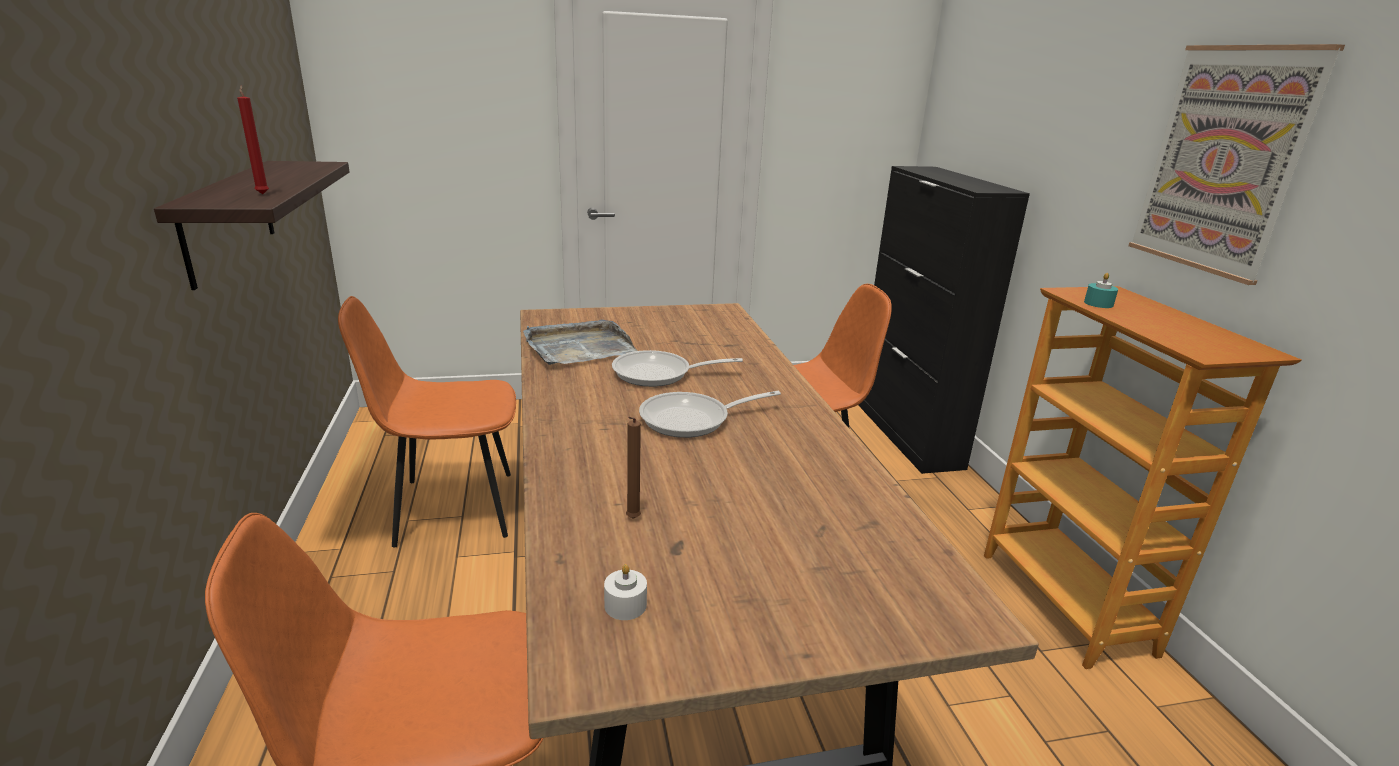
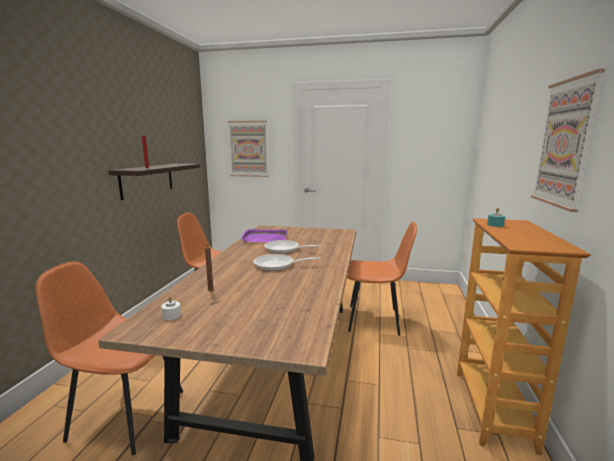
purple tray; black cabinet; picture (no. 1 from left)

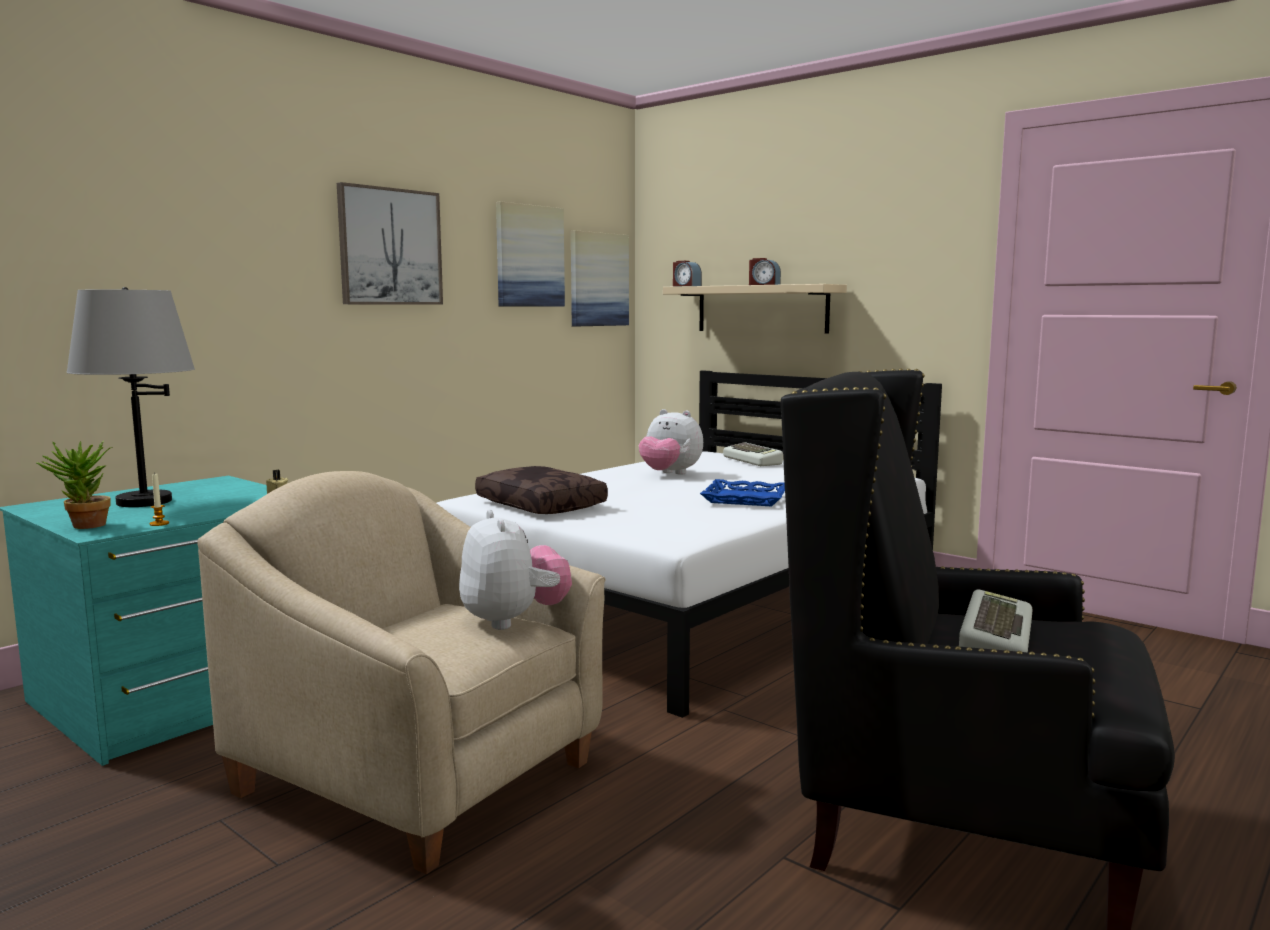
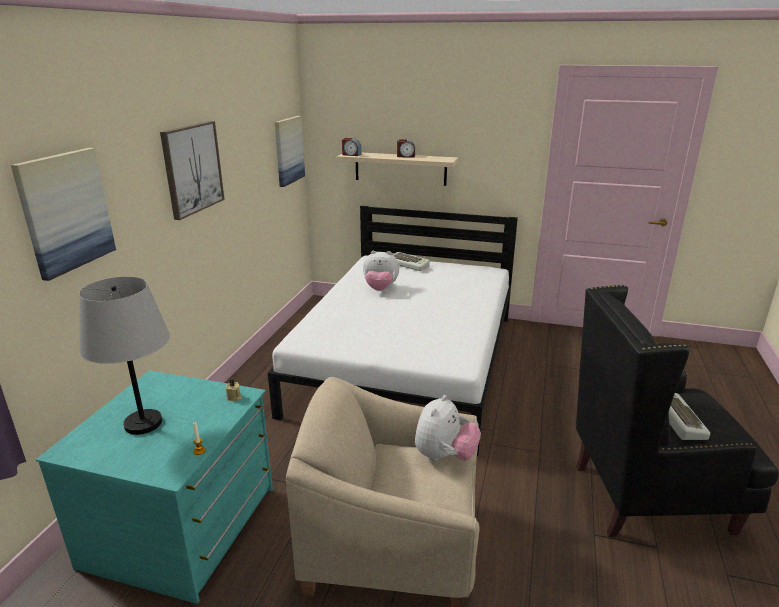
potted plant; plush toy (no. 2 from left); brown pillow; picture (no. 1 from left); blue tray

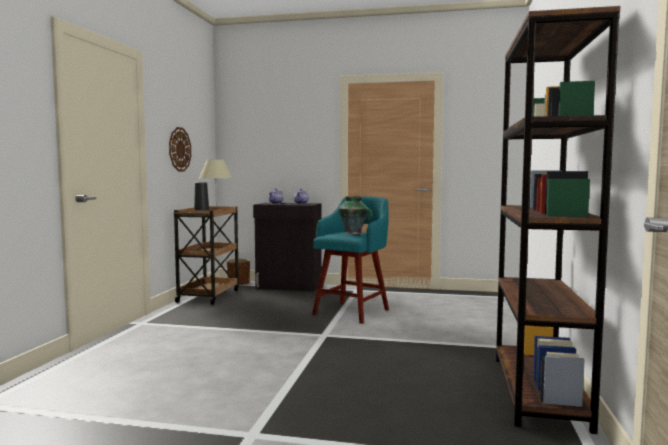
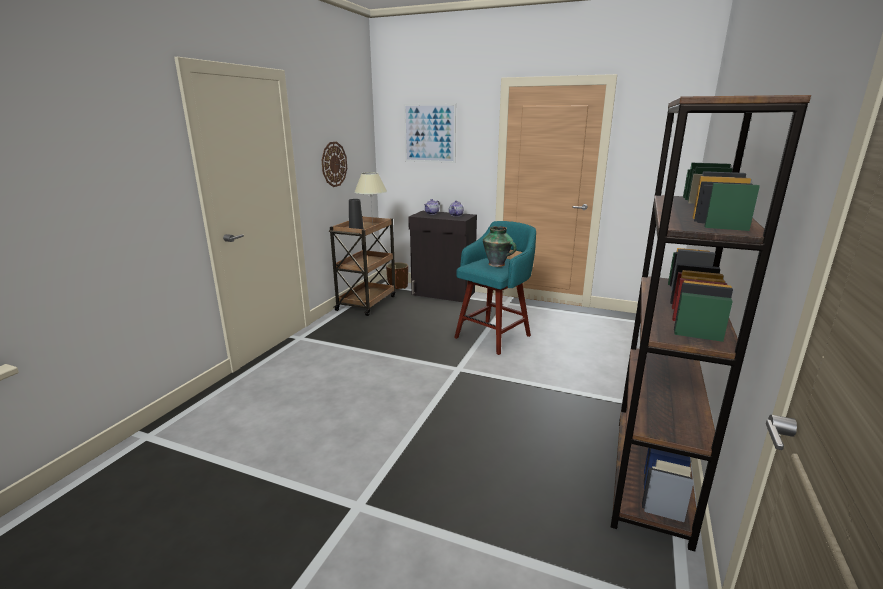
picture

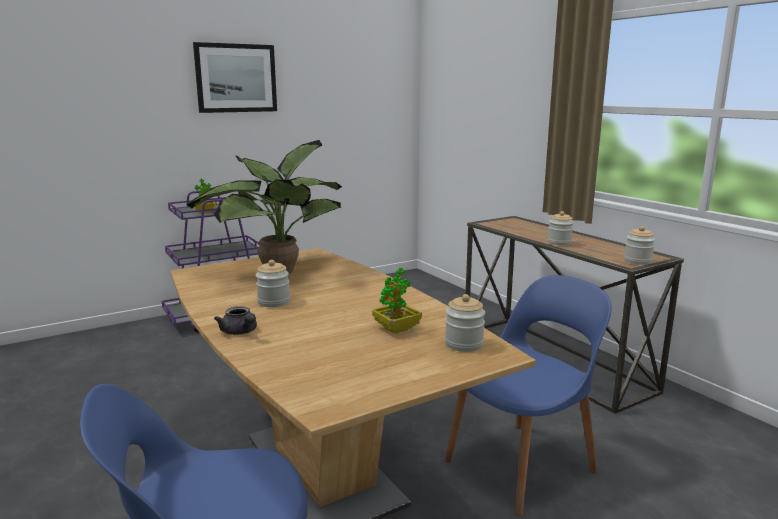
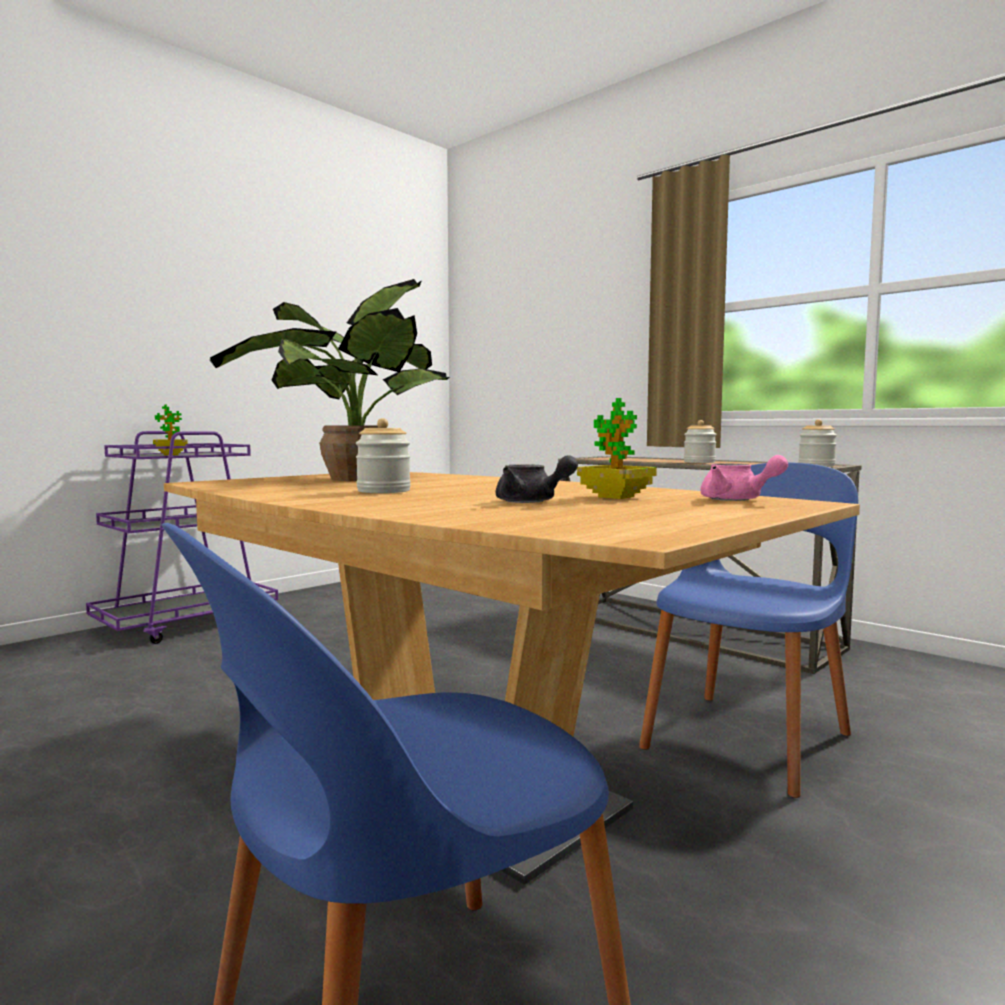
picture; grey teapot; pink teapot

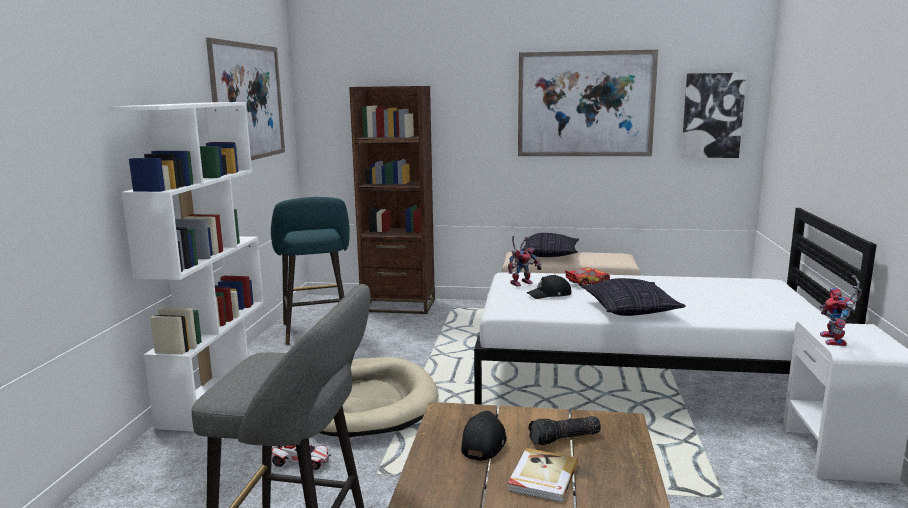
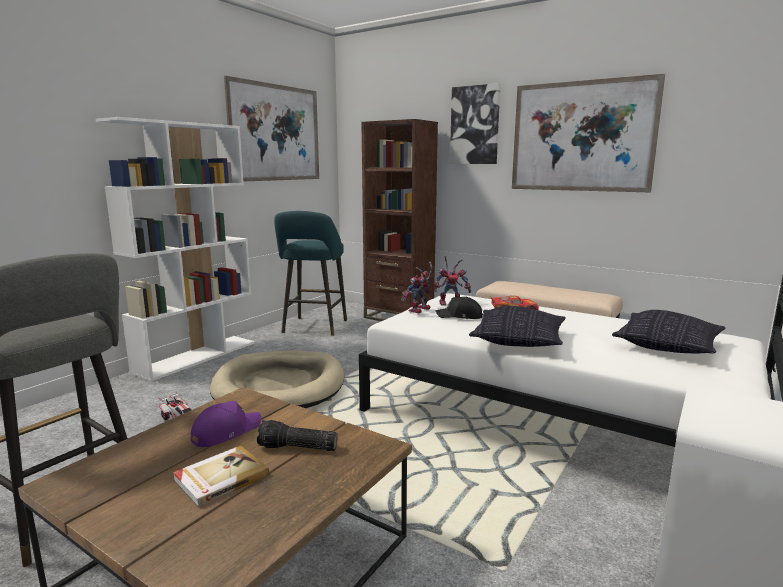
purple cap; pillow (no. 2 from left); picture (no. 2 from left); toy robot (no. 1 from left)

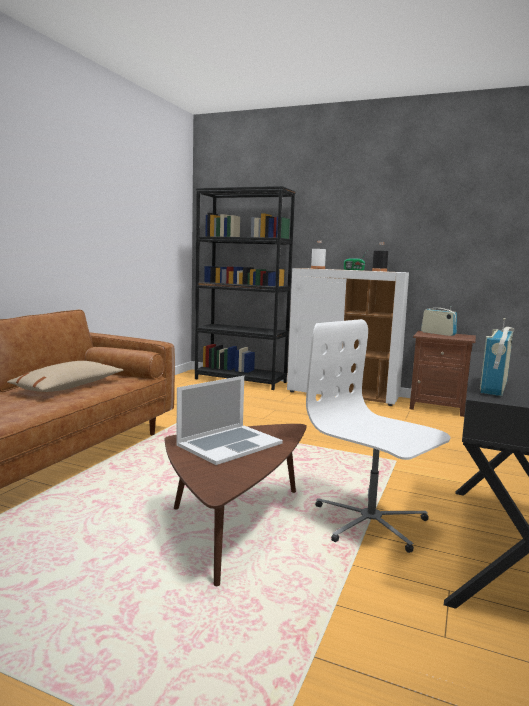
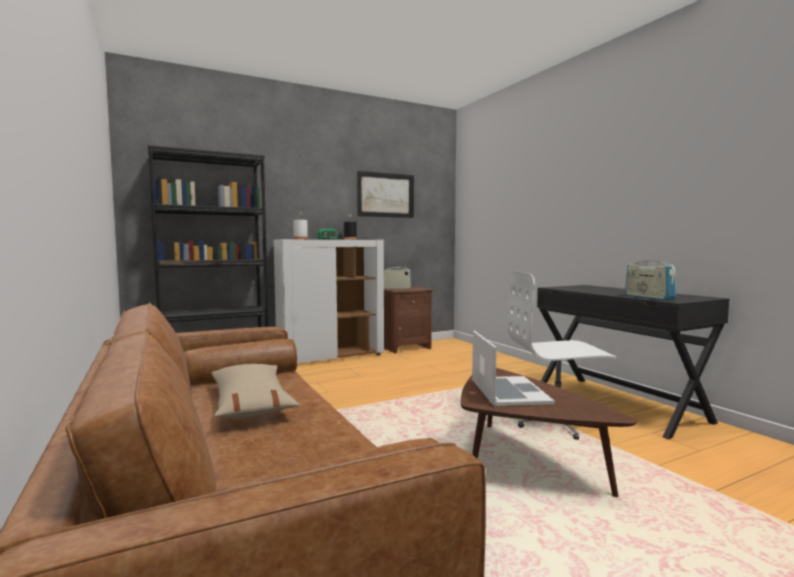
picture

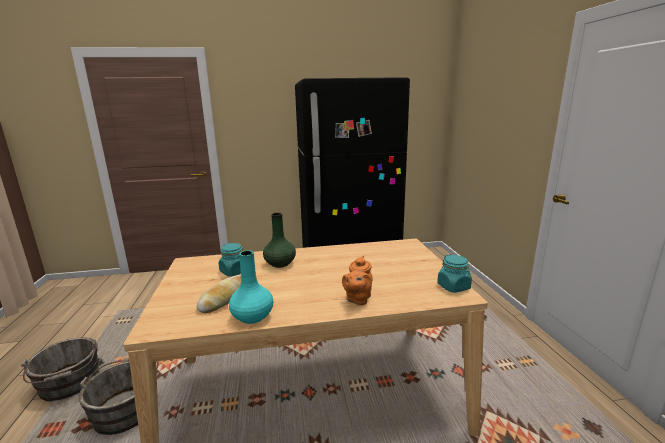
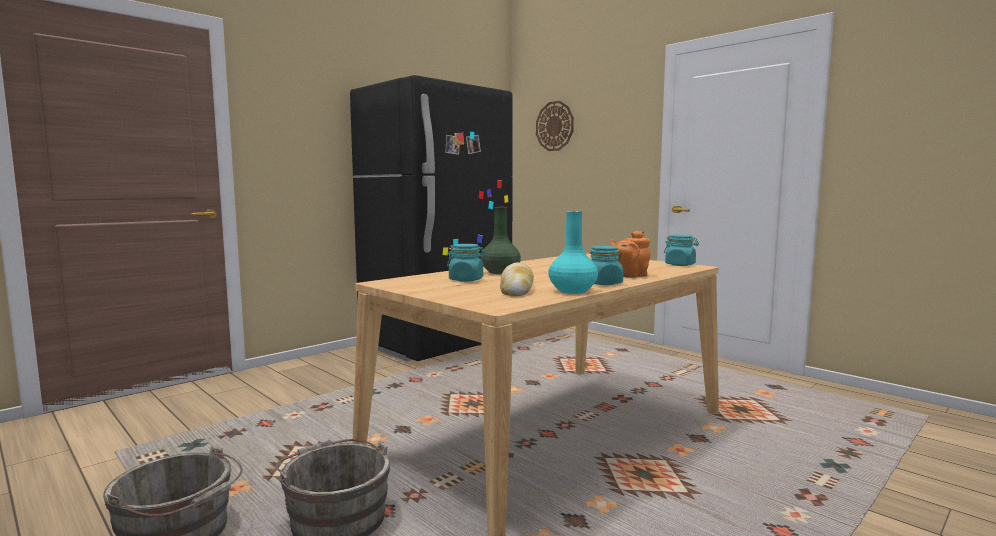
orange teapot; wall clock; turquoise jar (no. 2 from left)

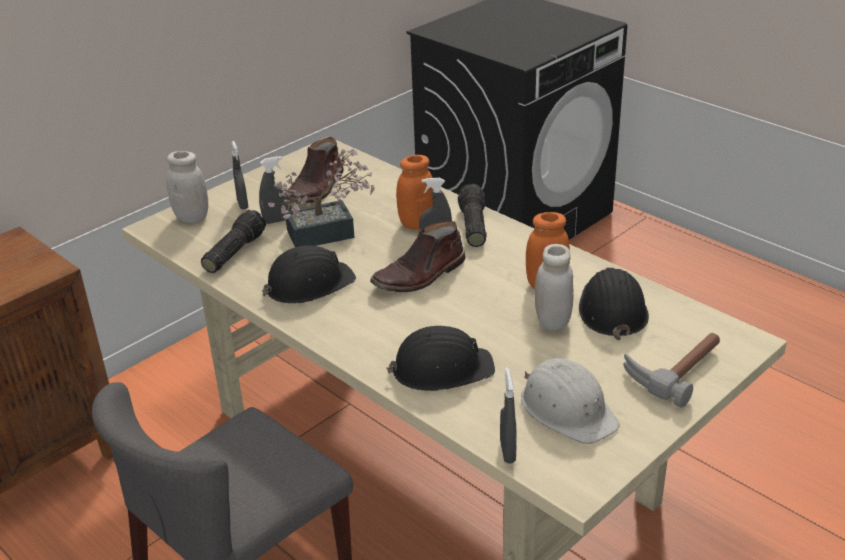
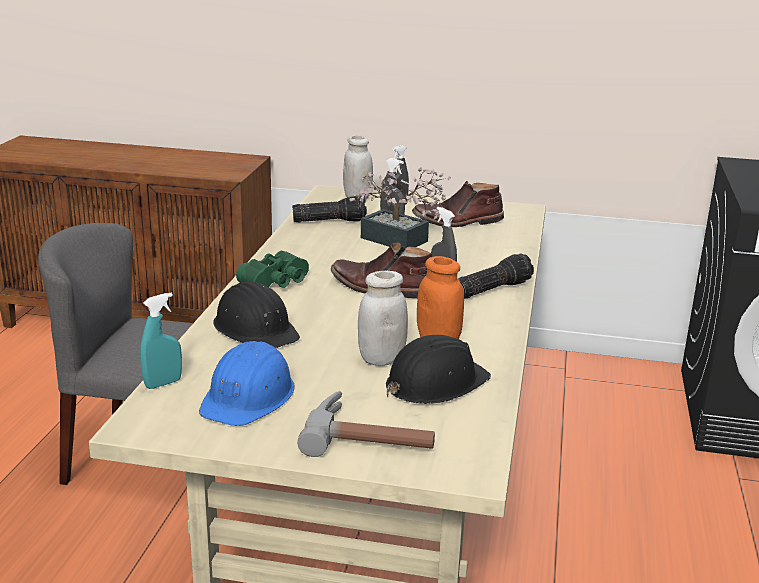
black hard hat (no. 1 from left in the first image); orange jar (no. 1 from left in the first image); turquoise spray bottle; blue hard hat; green binoculars

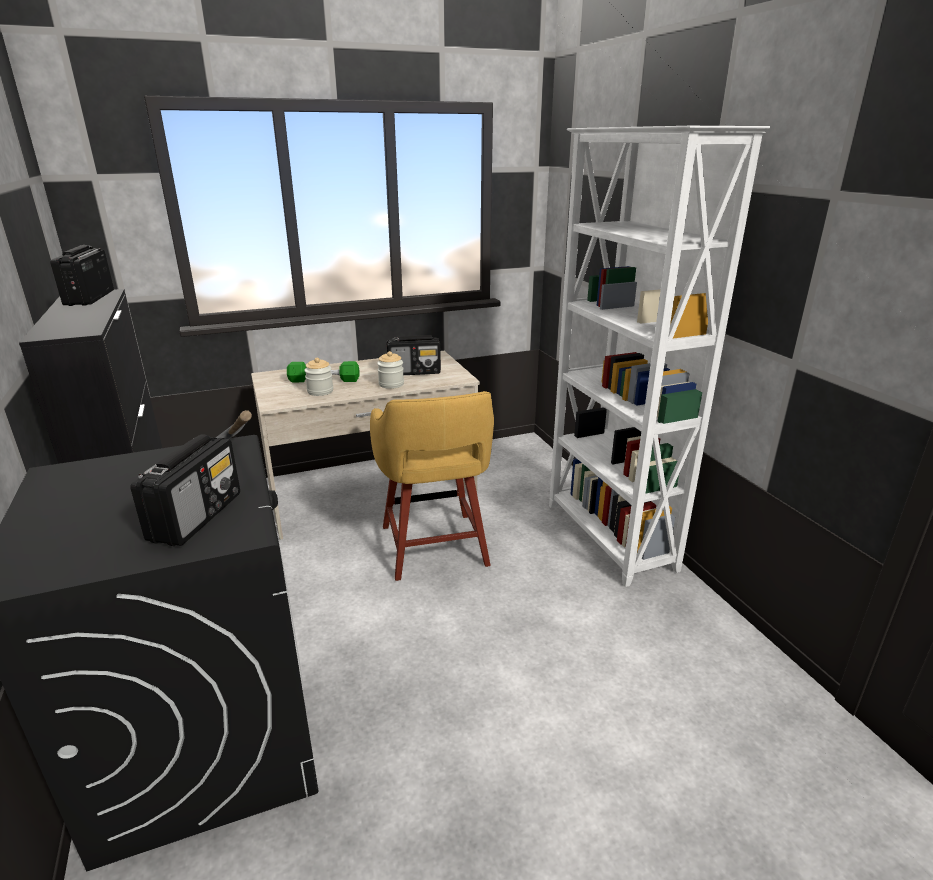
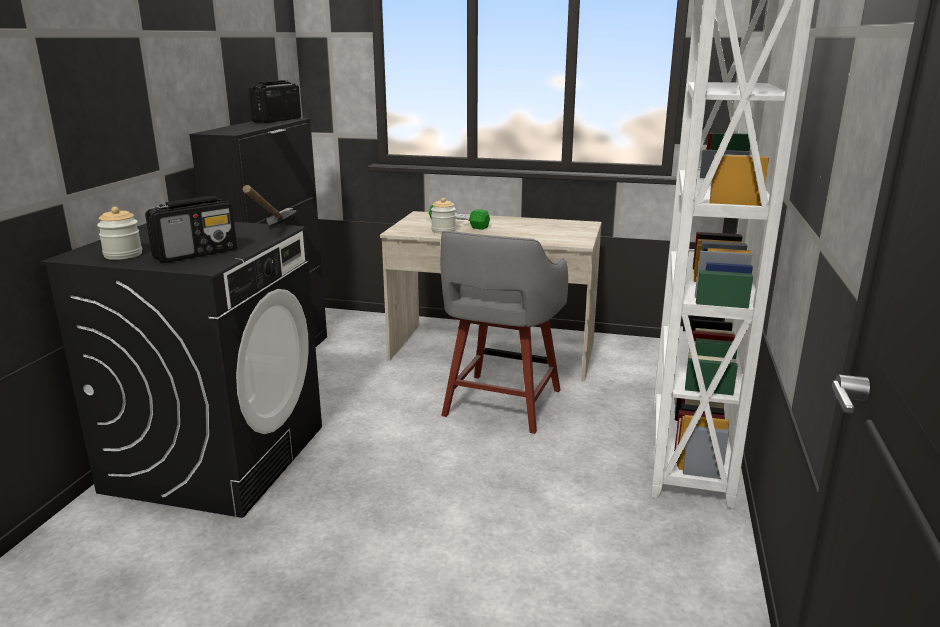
grey stool; jar (no. 1 from left); radio (no. 3 from left in the first image)

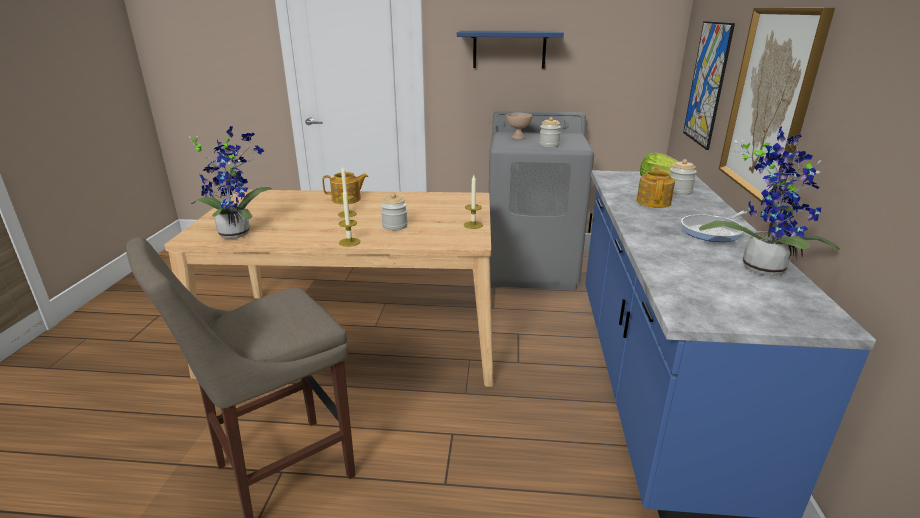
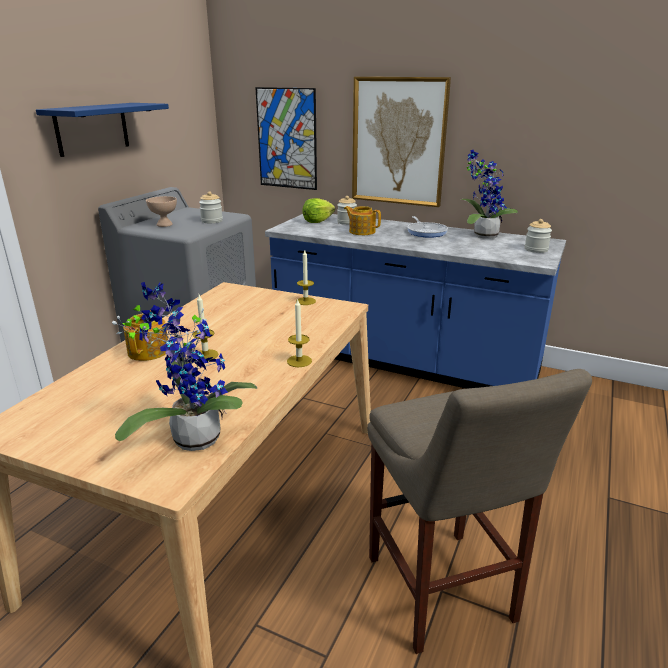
jar (no. 3 from left)

